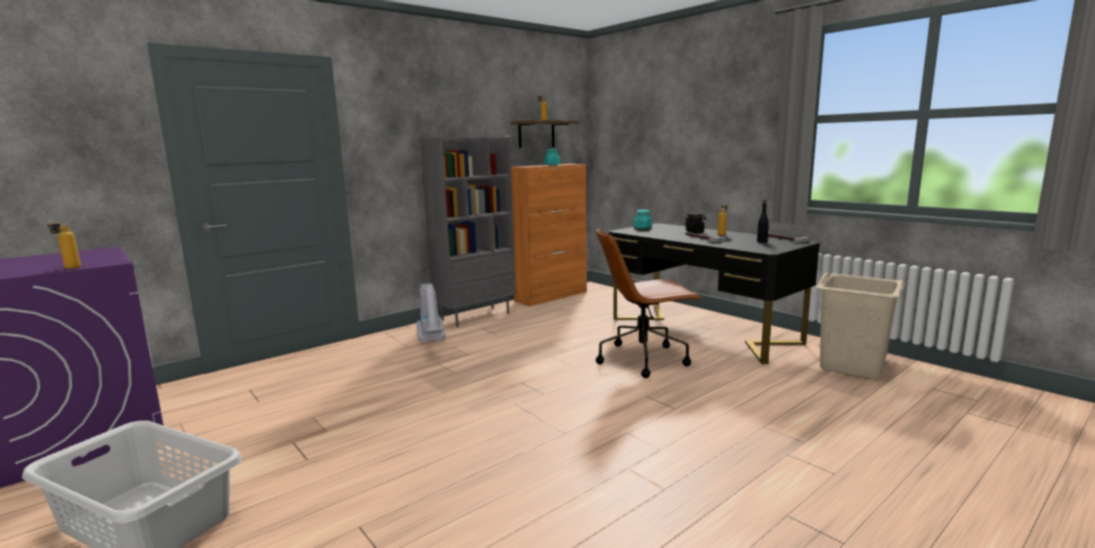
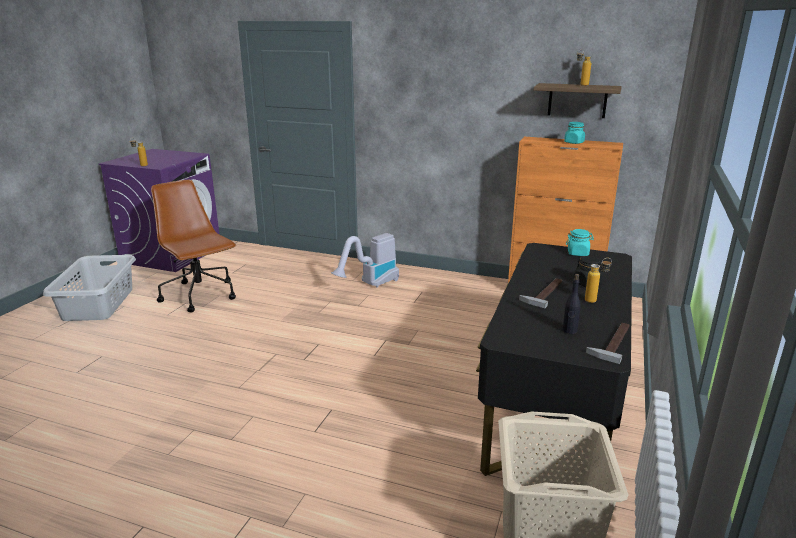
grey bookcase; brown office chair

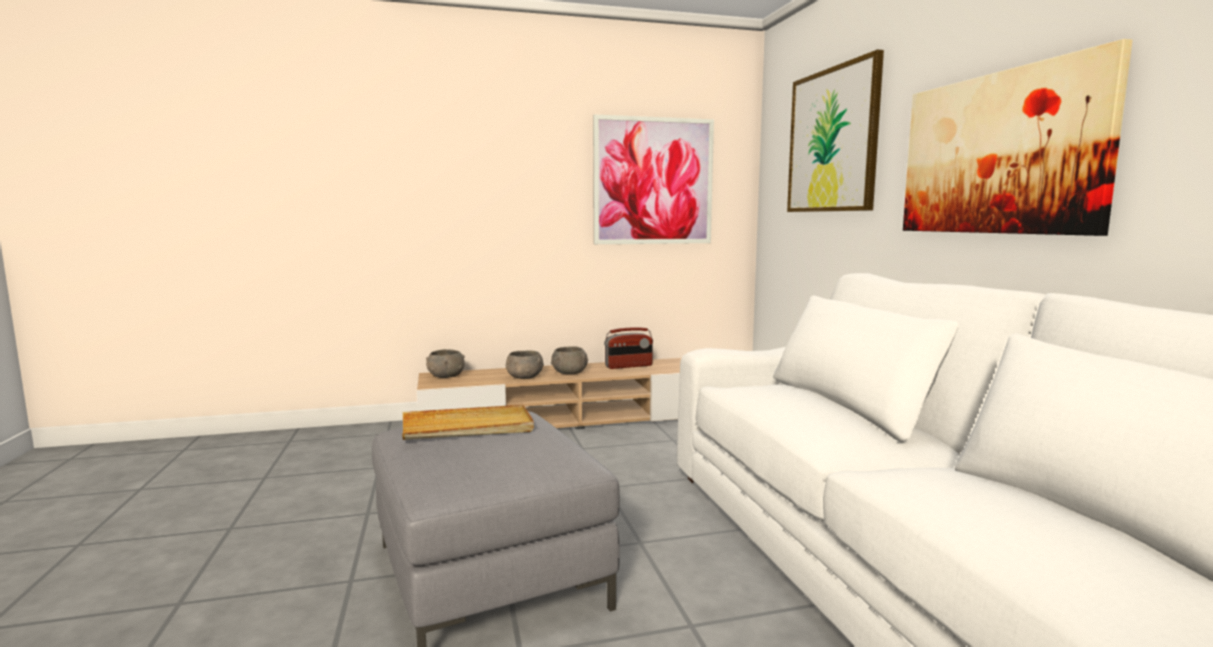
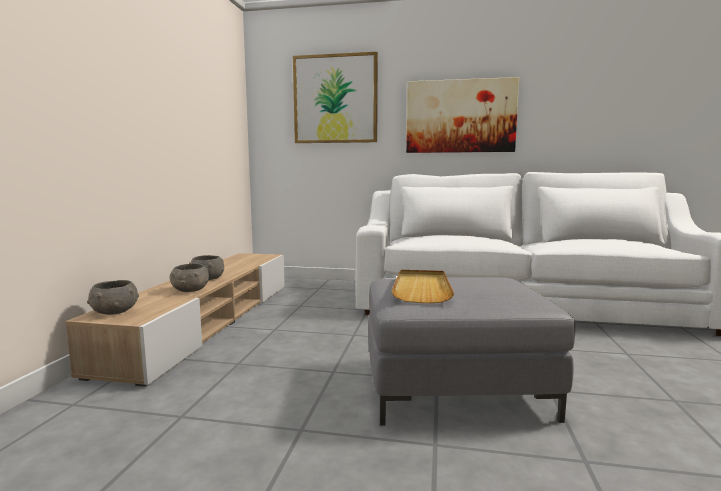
picture (no. 1 from left in the first image); radio

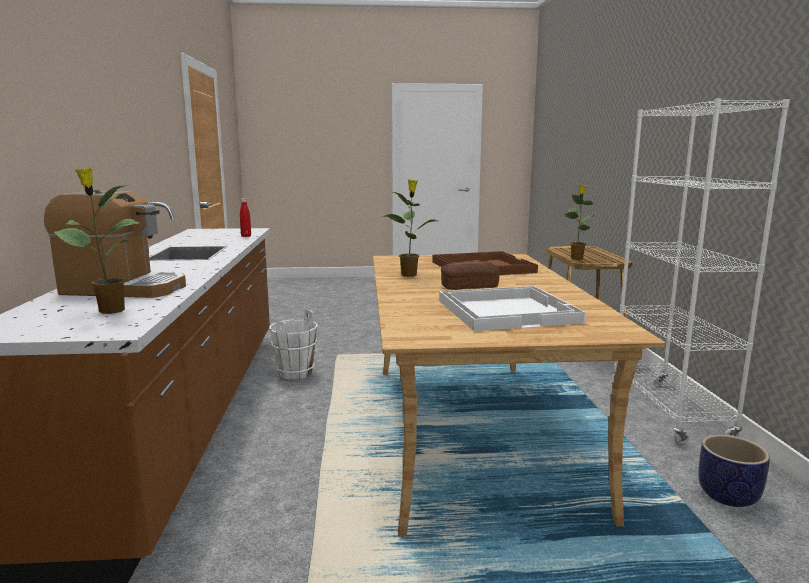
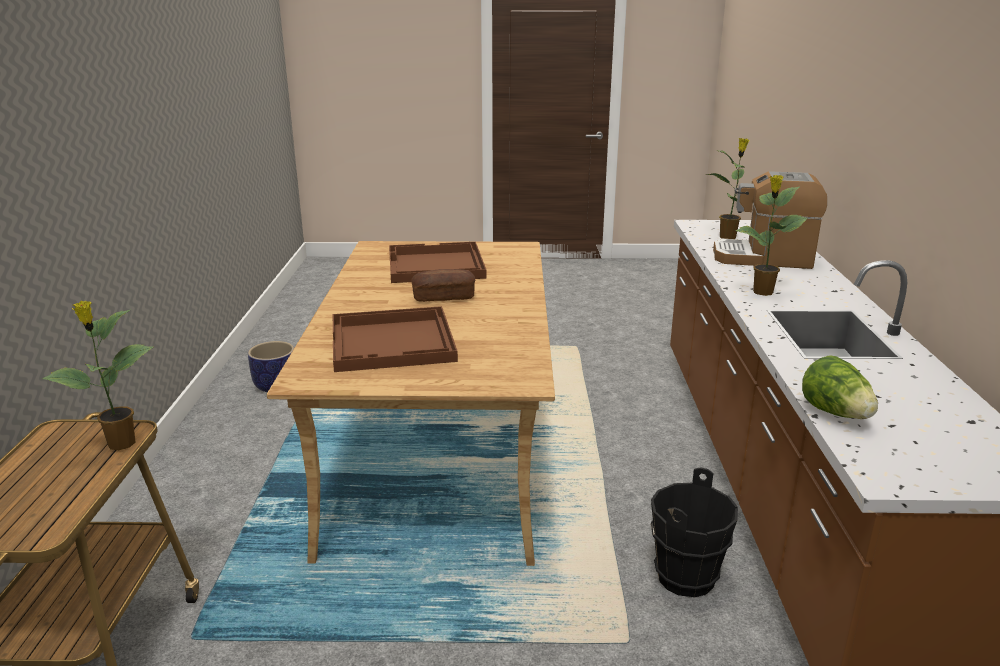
lettuce; black bucket; potted plant (no. 3 from left); brown tray (no. 2 from left); white bookcase

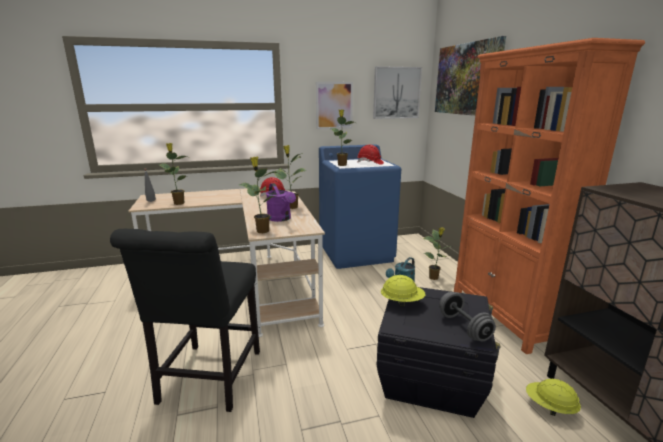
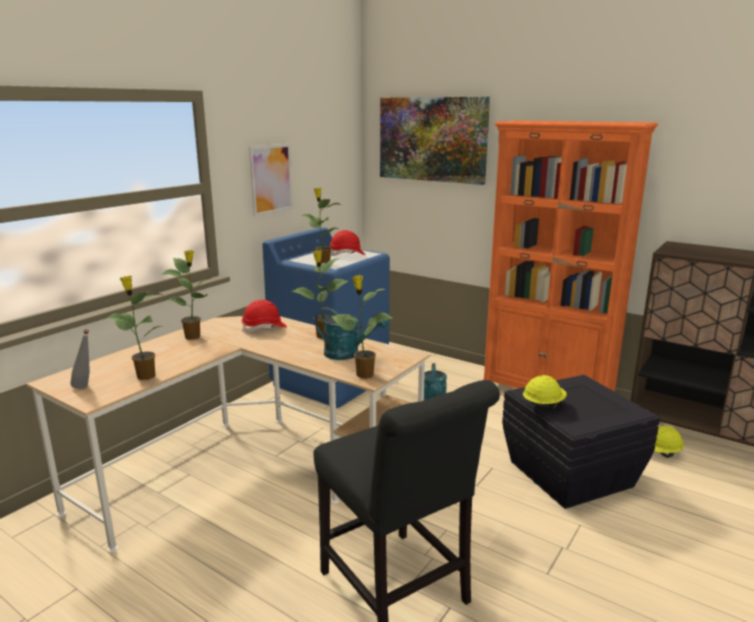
turquoise watering can (no. 1 from left); picture (no. 2 from left in the first image); potted plant (no. 2 from left); grey dumbbell

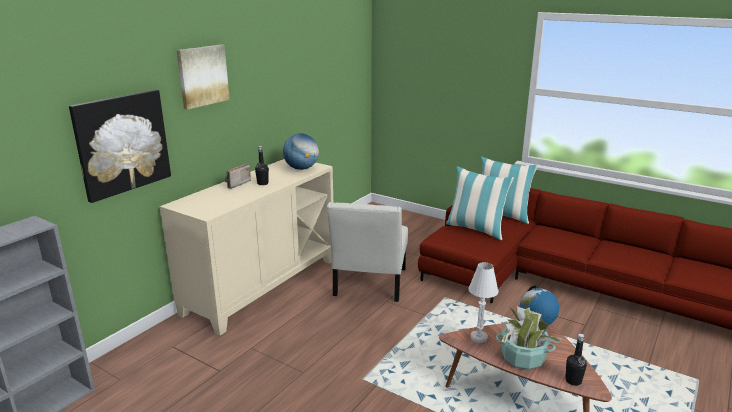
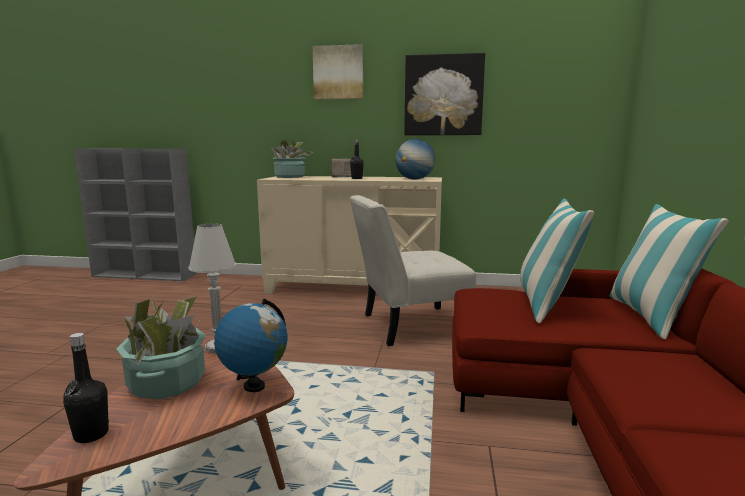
picture (no. 2 from left); potted plant (no. 2 from left)

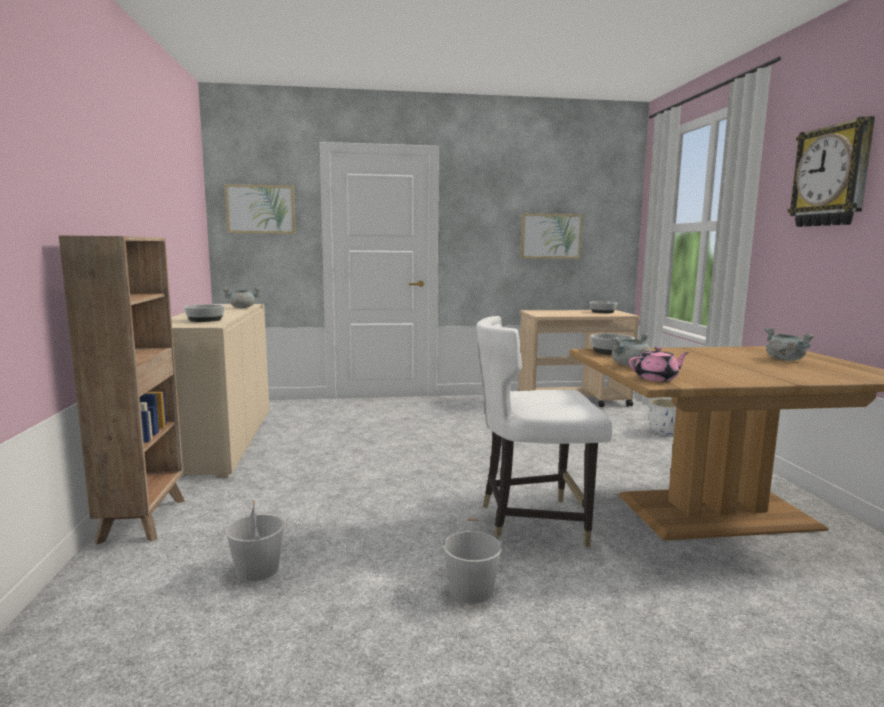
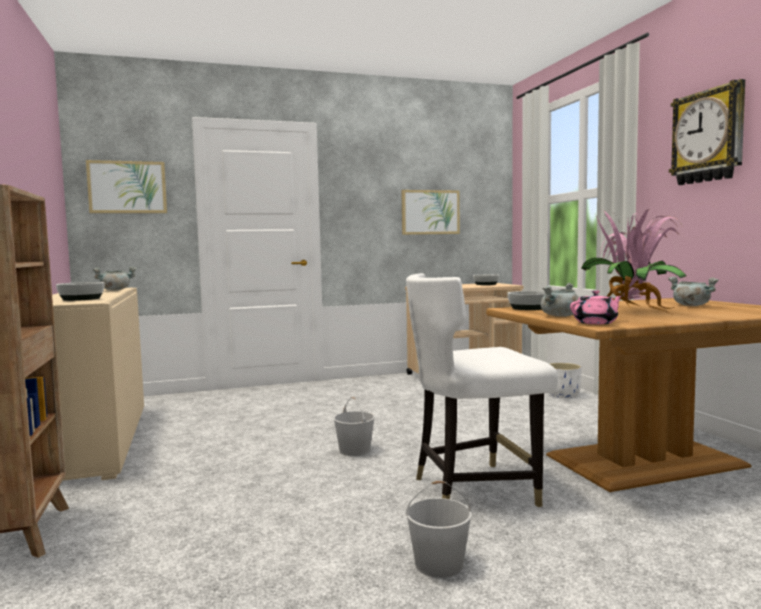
white bucket (no. 1 from left); potted plant

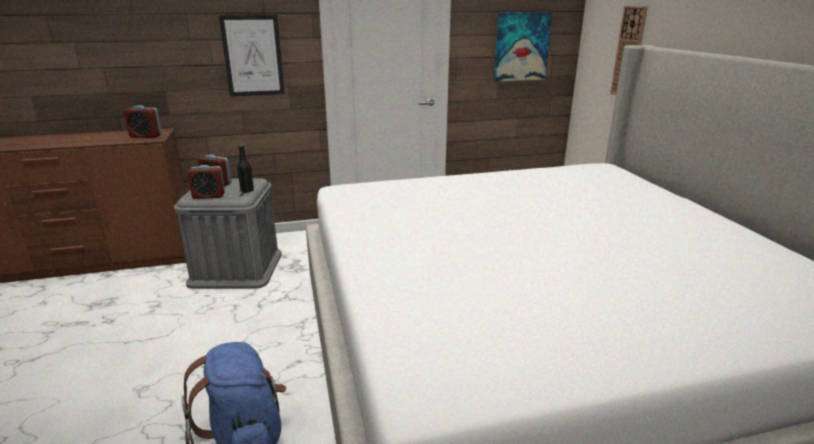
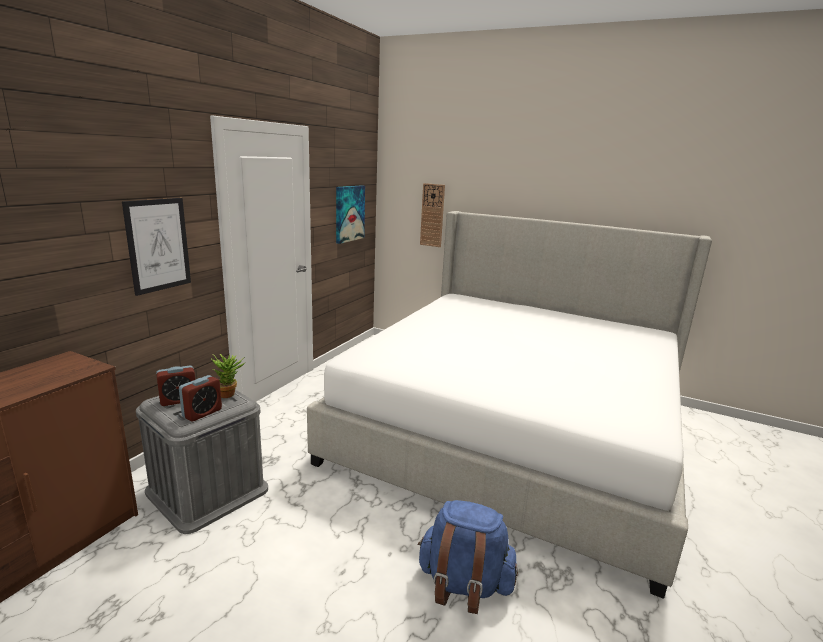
alarm clock (no. 1 from left in the first image); potted plant

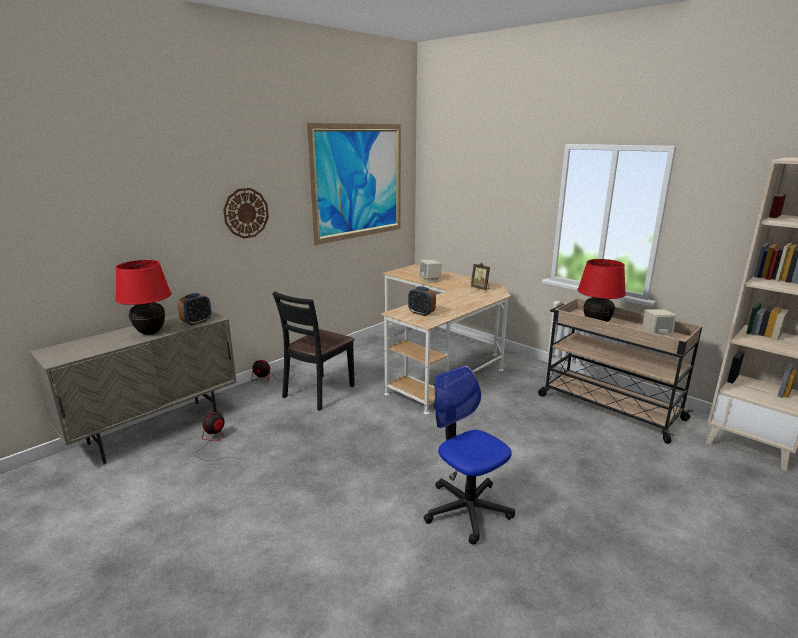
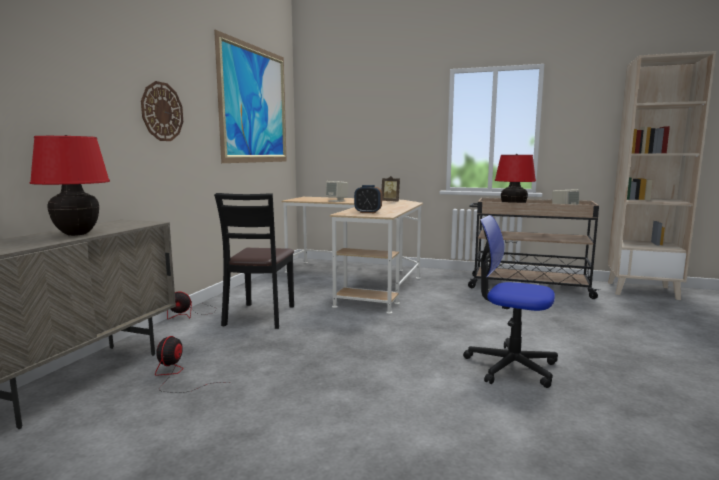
alarm clock (no. 1 from left in the first image)

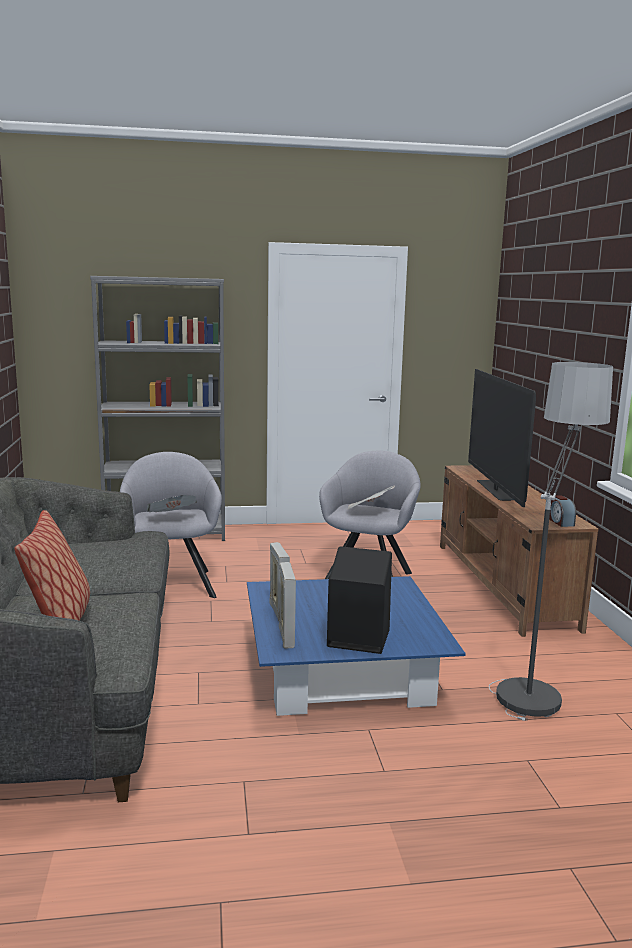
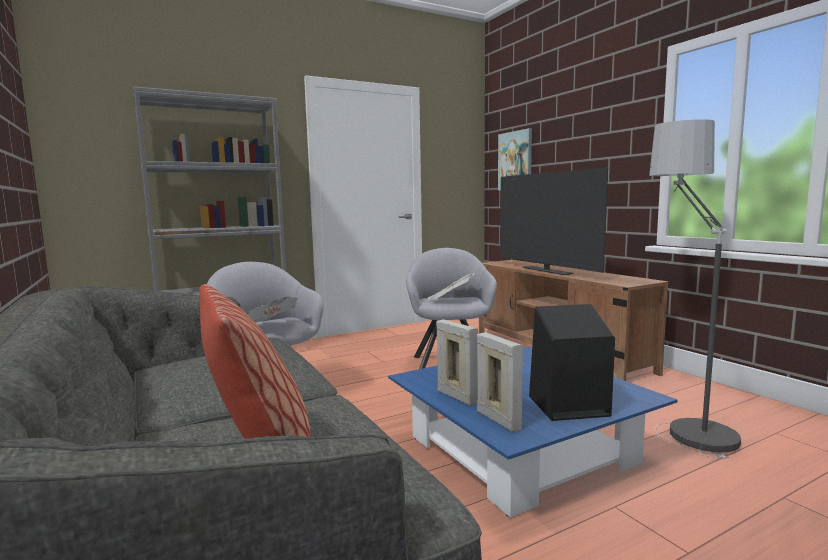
alarm clock; picture

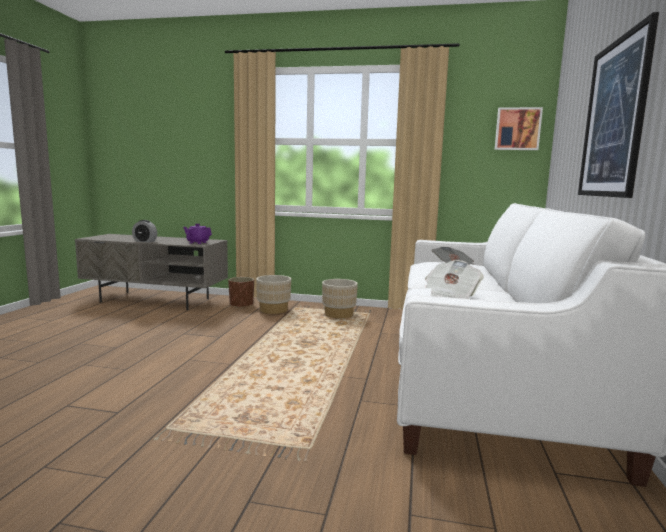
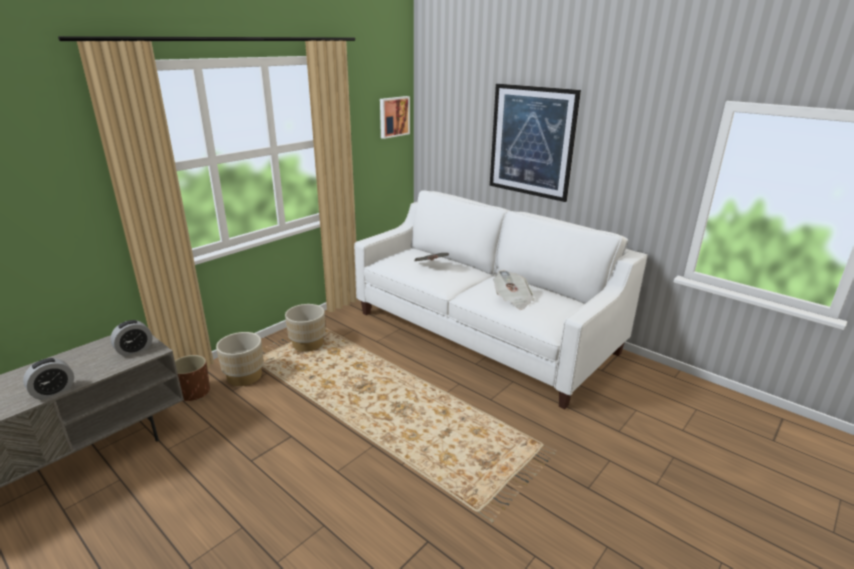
alarm clock (no. 2 from left)

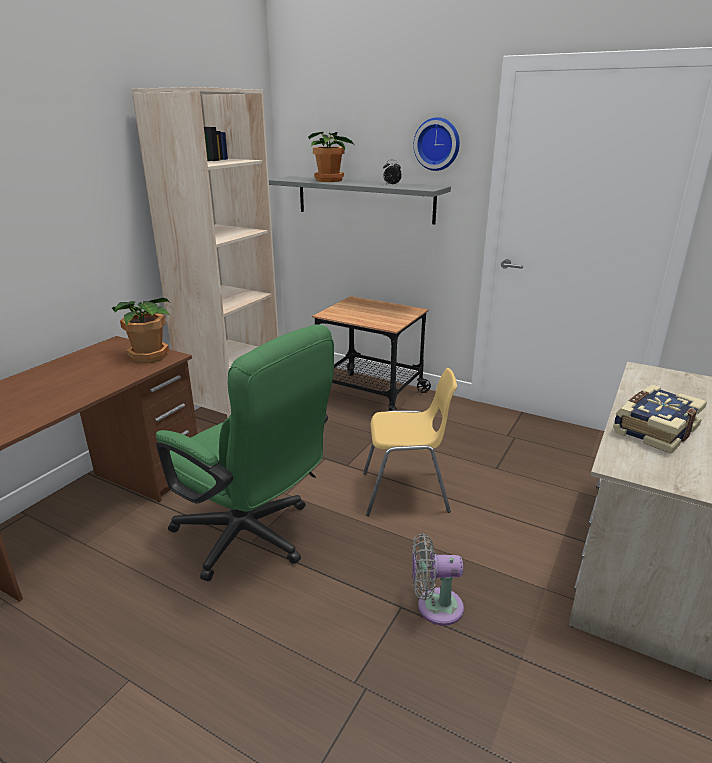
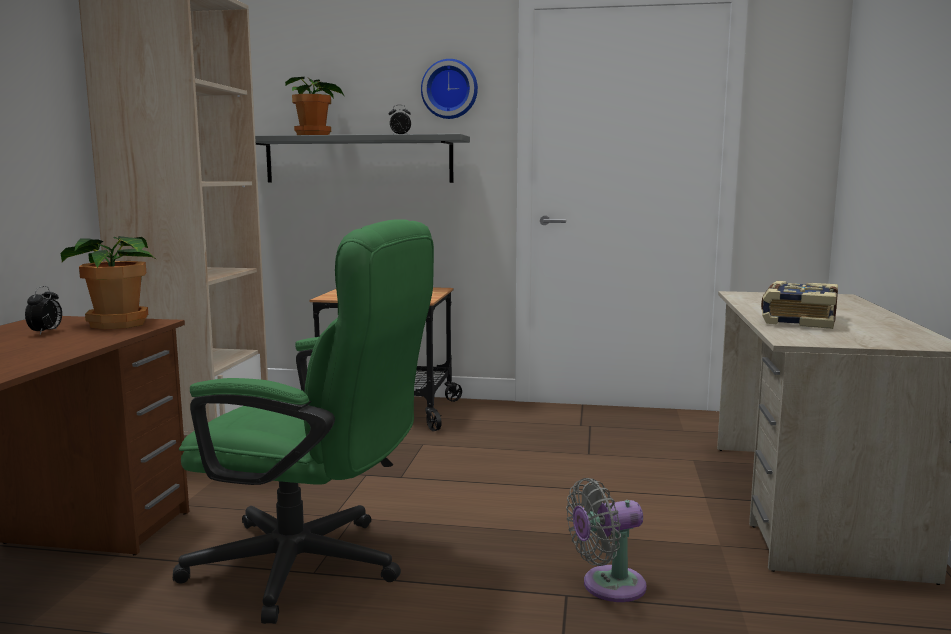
yellow chair; alarm clock (no. 1 from left)

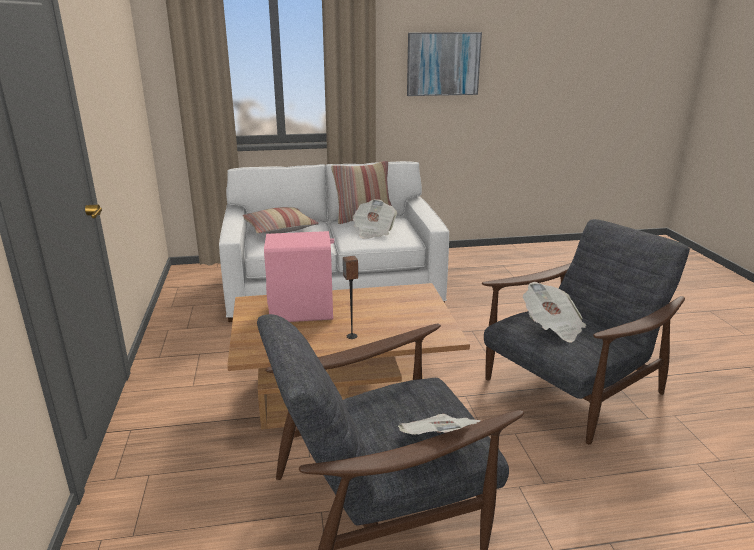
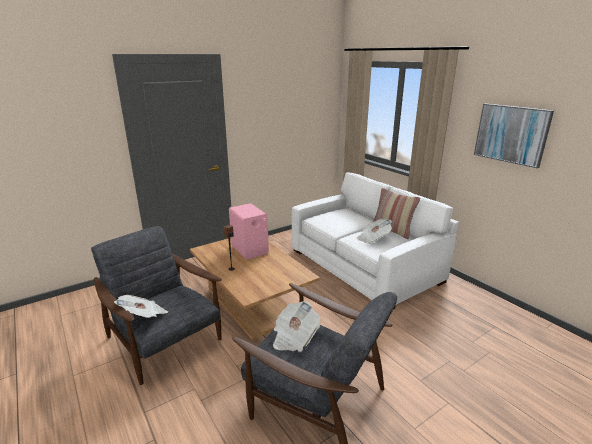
pillow (no. 1 from left in the first image)

